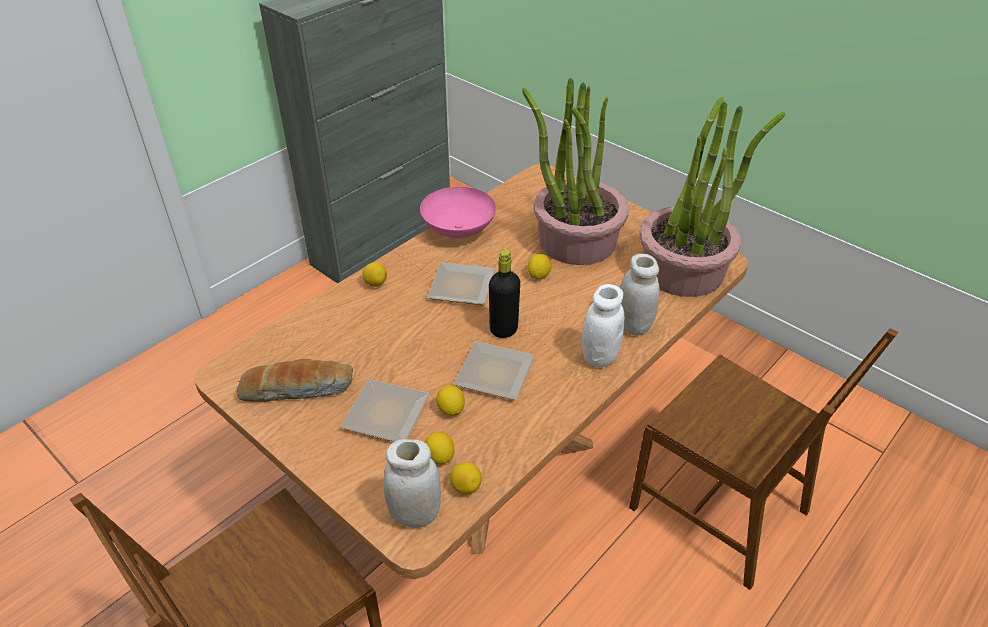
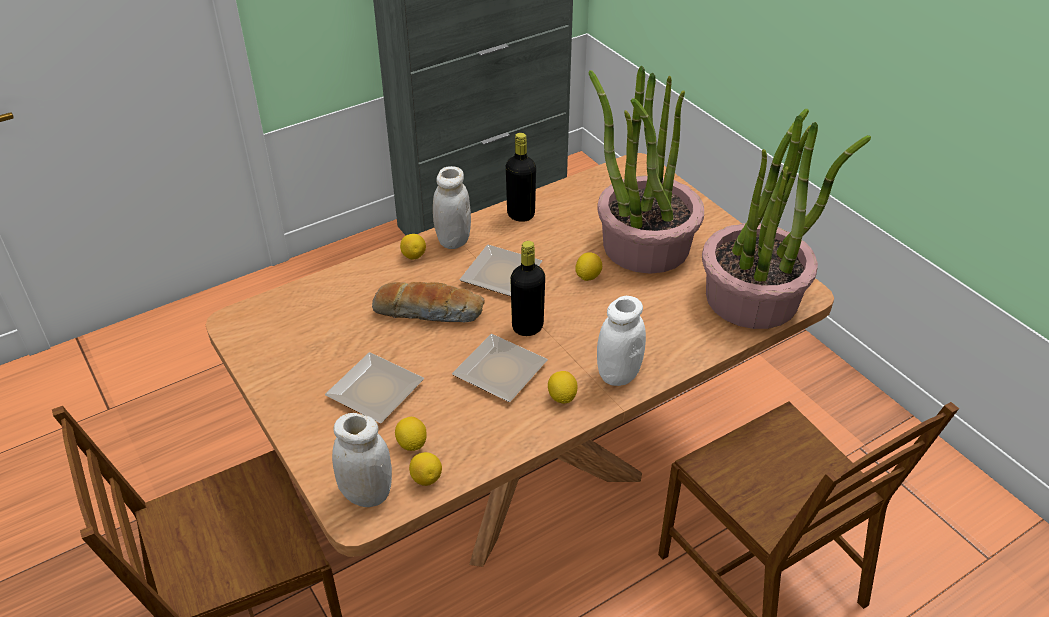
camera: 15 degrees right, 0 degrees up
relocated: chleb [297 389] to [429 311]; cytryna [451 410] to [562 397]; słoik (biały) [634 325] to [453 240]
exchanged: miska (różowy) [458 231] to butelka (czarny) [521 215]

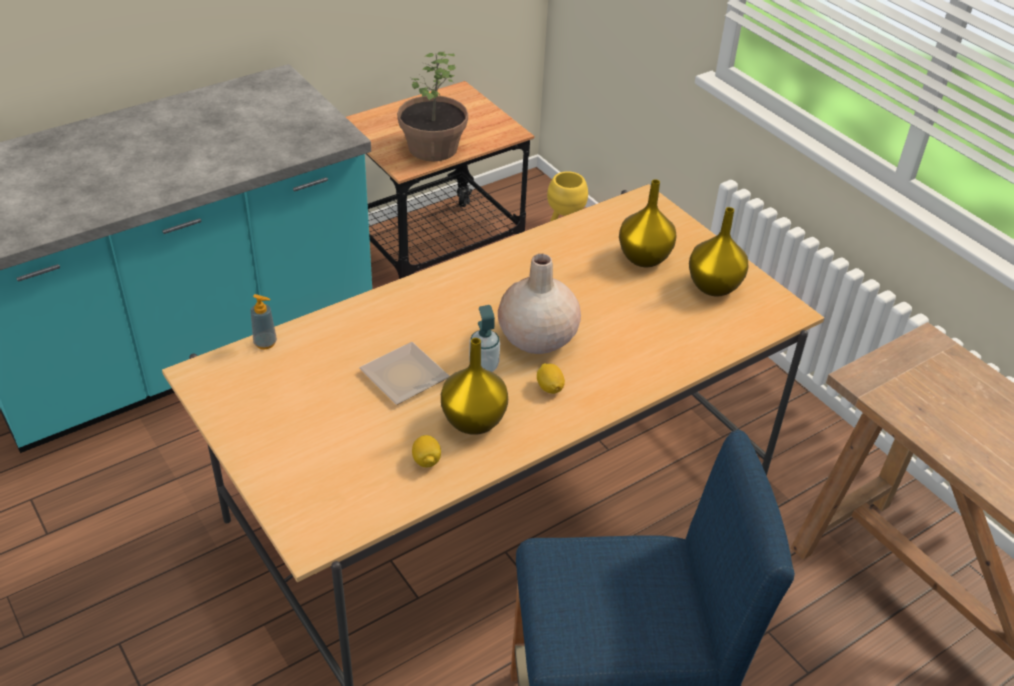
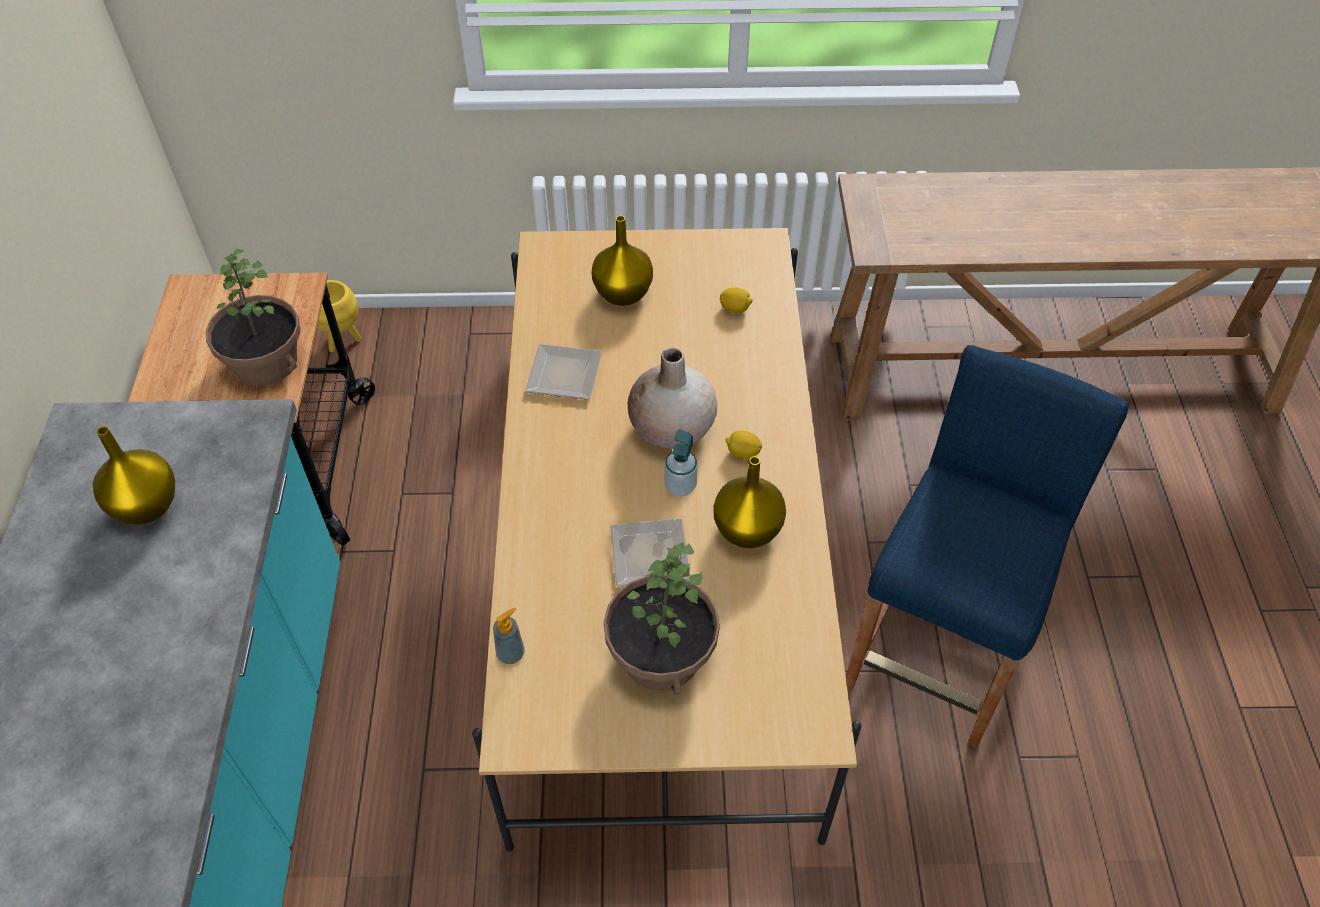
camera: 55 degrees left, 10 degrees up
appeared: talerz [561 376]; roślina doniczkowa [660 655]
relocated: cytryna [426 460] to [735 309]; wazon (żółty) [713 286] to [145 506]

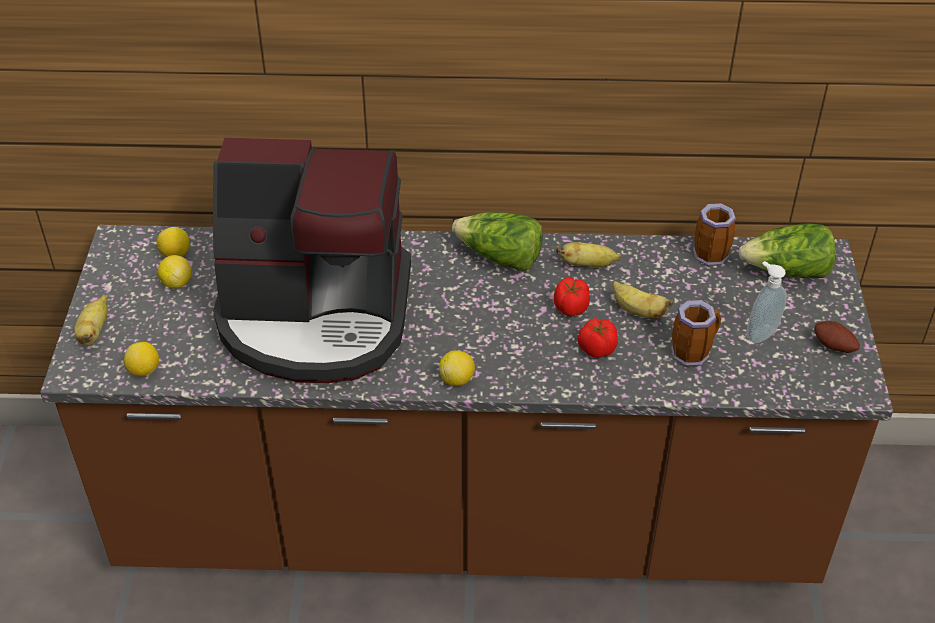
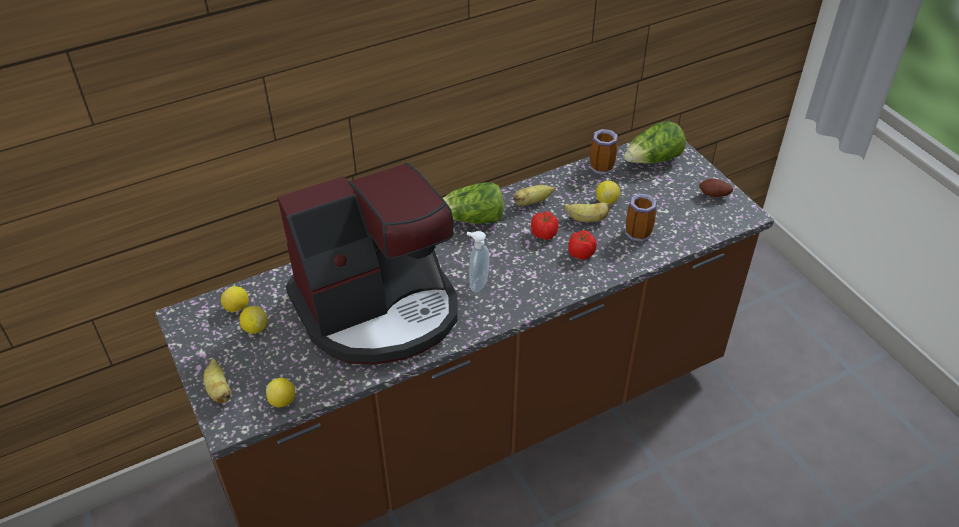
camera: 30 degrees left, 0 degrees up
relocated: cytryna [457 379] to [606 201]; dozownik mydła [760 333] to [477 283]

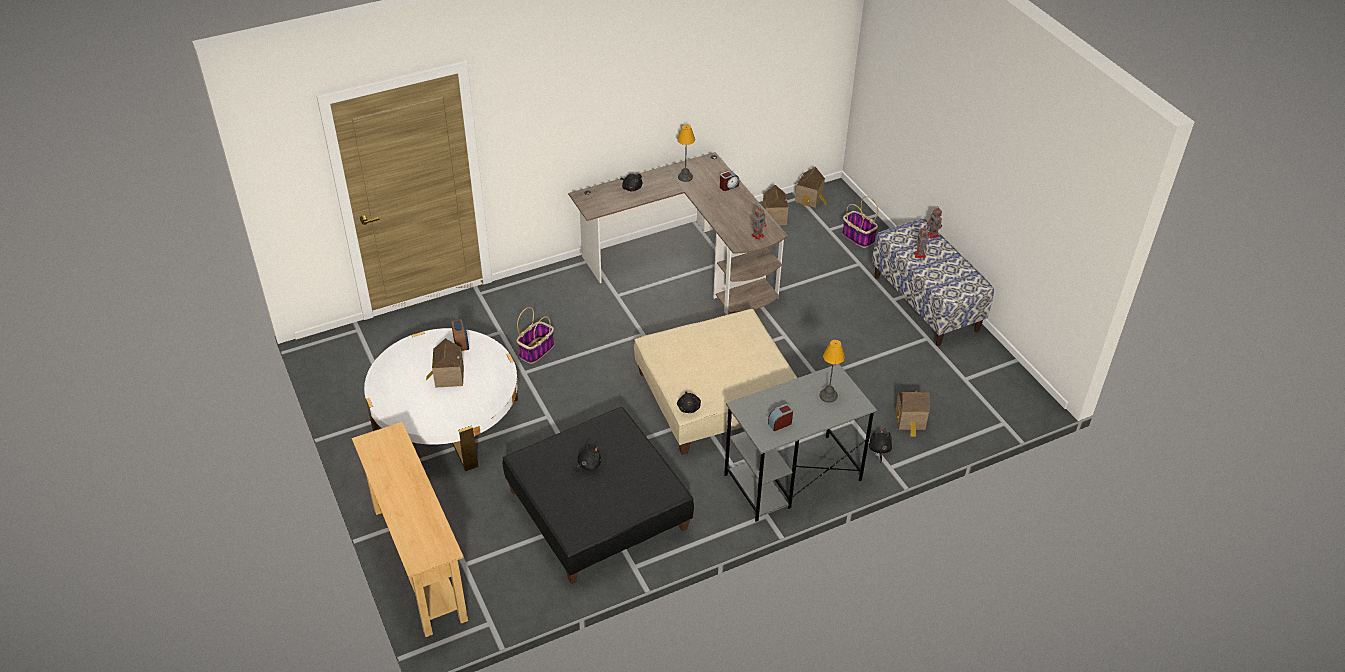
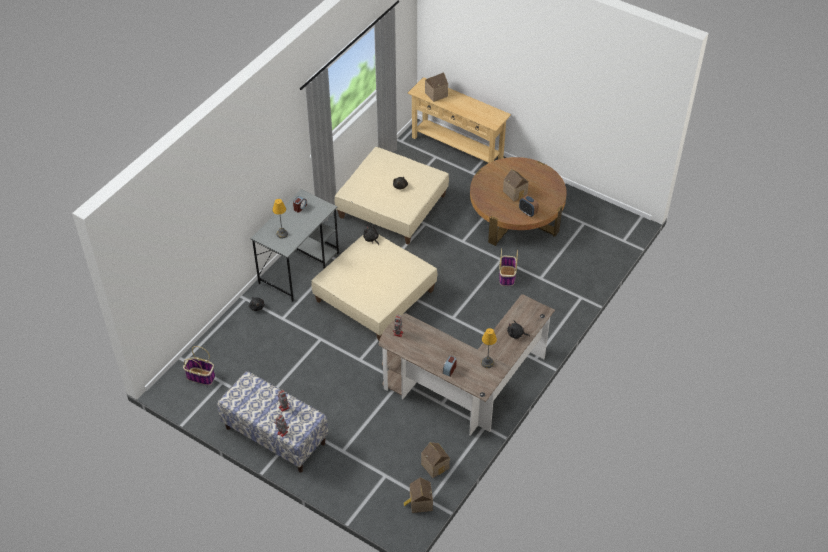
camera: 150 degrees right, 5 degrees up
relocated: koszyk [857 237] to [201 376]; domek [910 421] to [435 94]
colour: ława (biały) [447 418] to ława (brązowy) [516 215]; pufa (czarny) [596 510] to pufa (beżowy) [393 206]

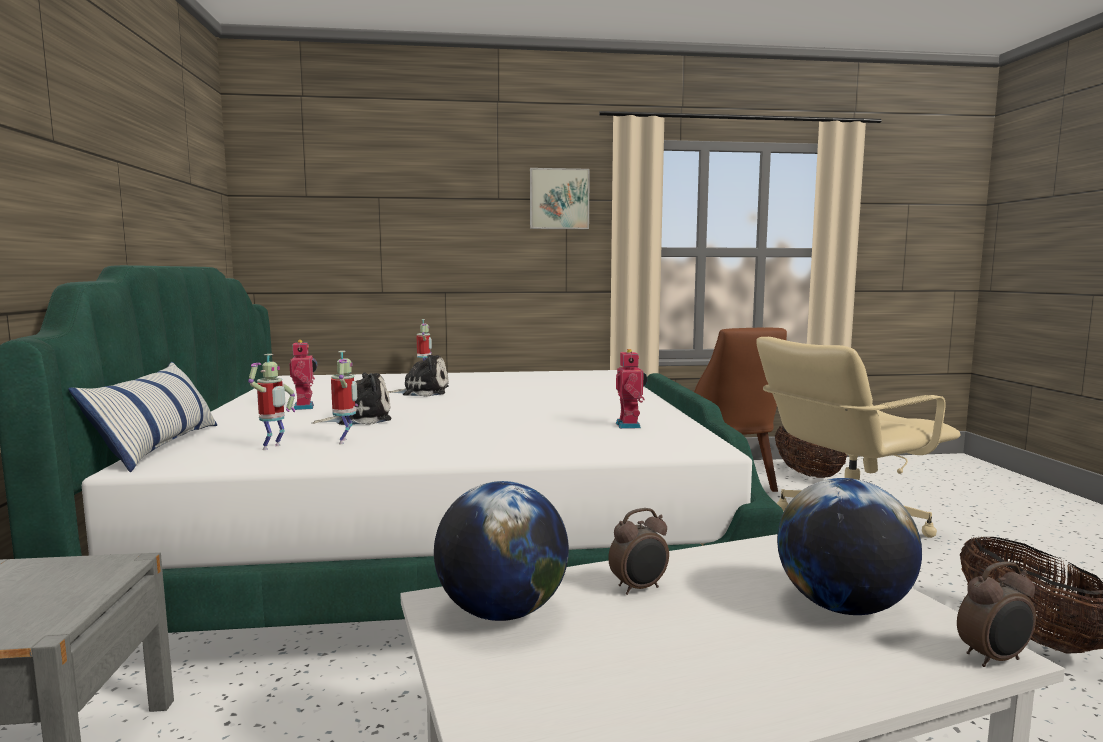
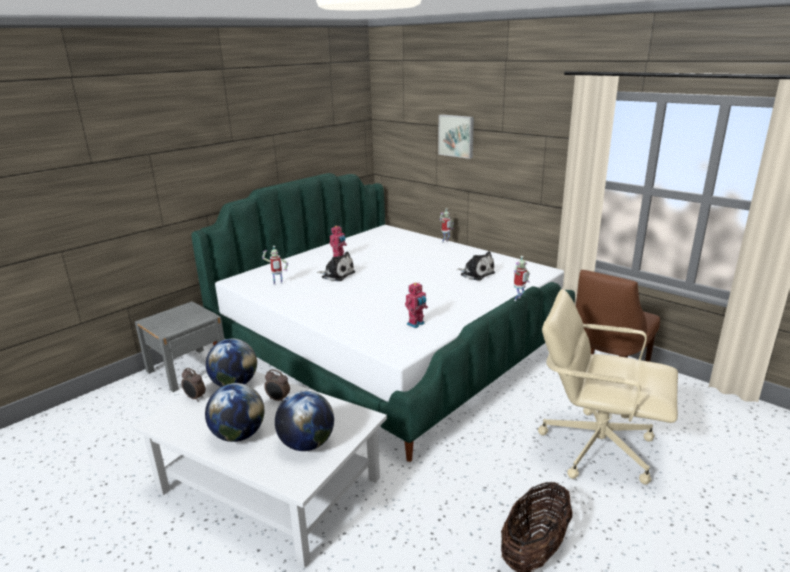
camera: 50 degrees right, 15 degrees up
missing: poduszka [158 446]; koszyk [807 474]
appeared: globus [238 435]
relocated: robot zabawkowy [346 441] to [518 299]; pluszak [422 392] to [476 274]; obraz [559 199] to [457 136]; budzik [994 659] to [195 398]

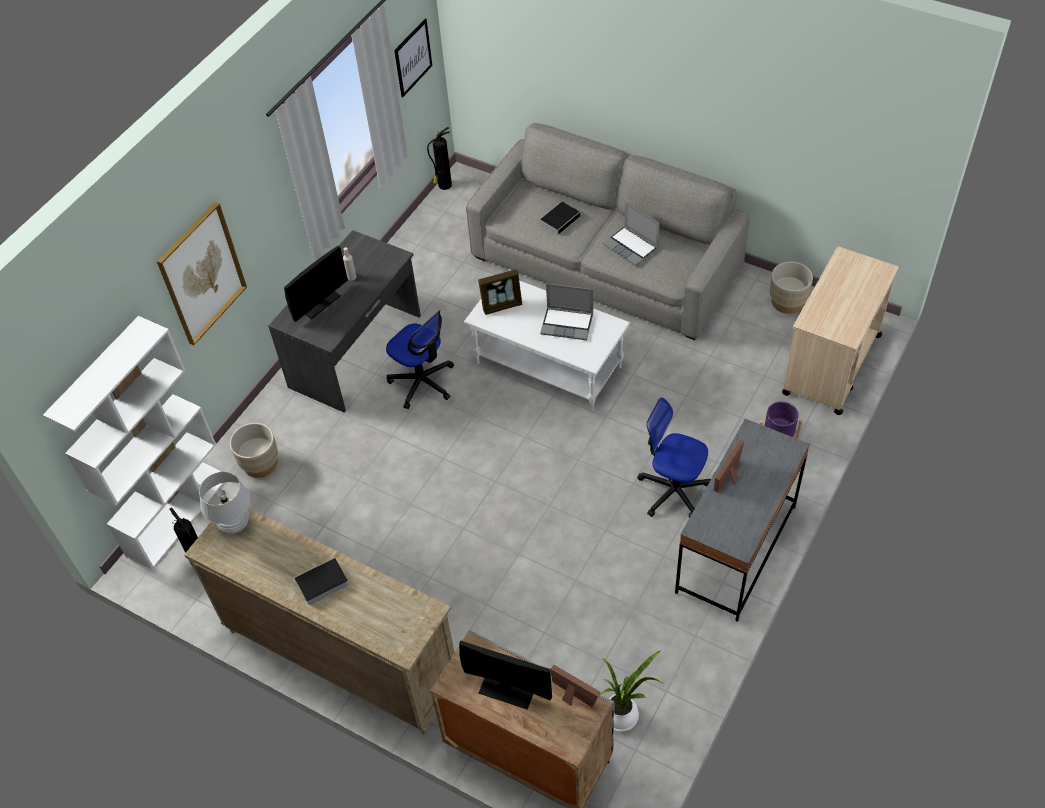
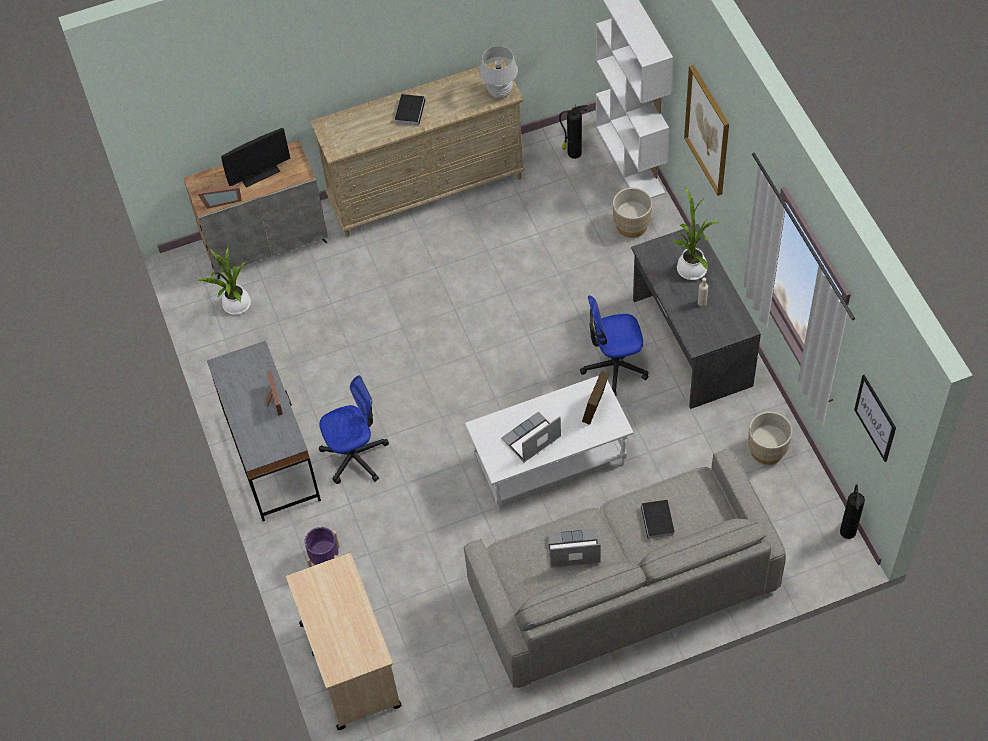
camera: 130 degrees right, 5 degrees up
relocated: donica (beżowy) [787 302] to [767 450]
exchanged: monitor [320 303] to roślina doniczkowa [691 267]

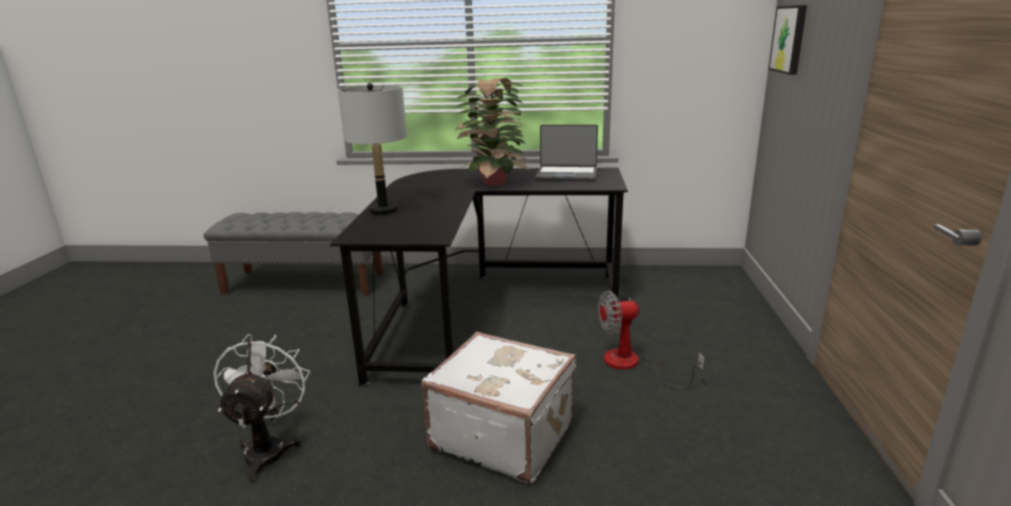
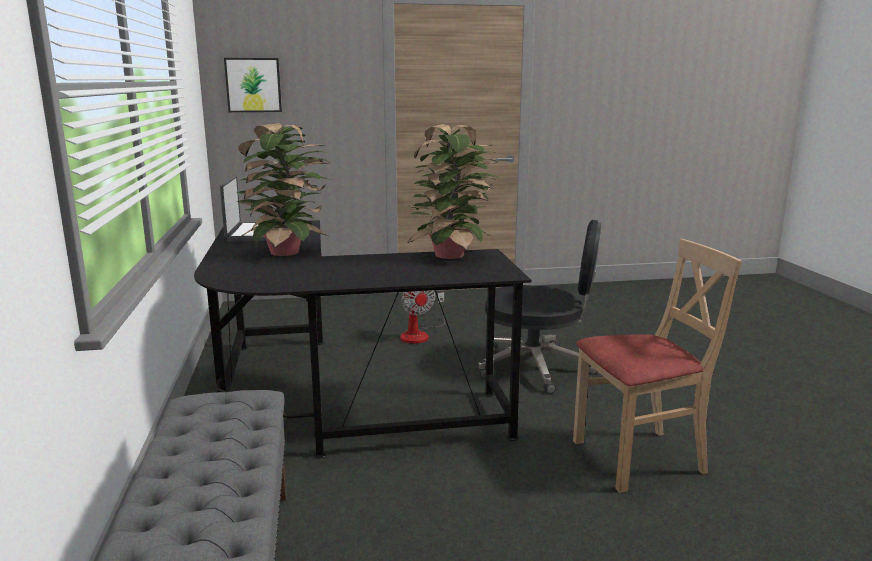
camera: 105 degrees left, 5 degrees down
missing: lampa stołowa (szary) [383 211]
appeared: roślina doniczkowa [452 255]
exchanged: wentylator (biały) [269 448] to krzesło (beżowy) [639 458]; walizka (biały) [503 434] to krzesło biurowe (czarny) [537 367]

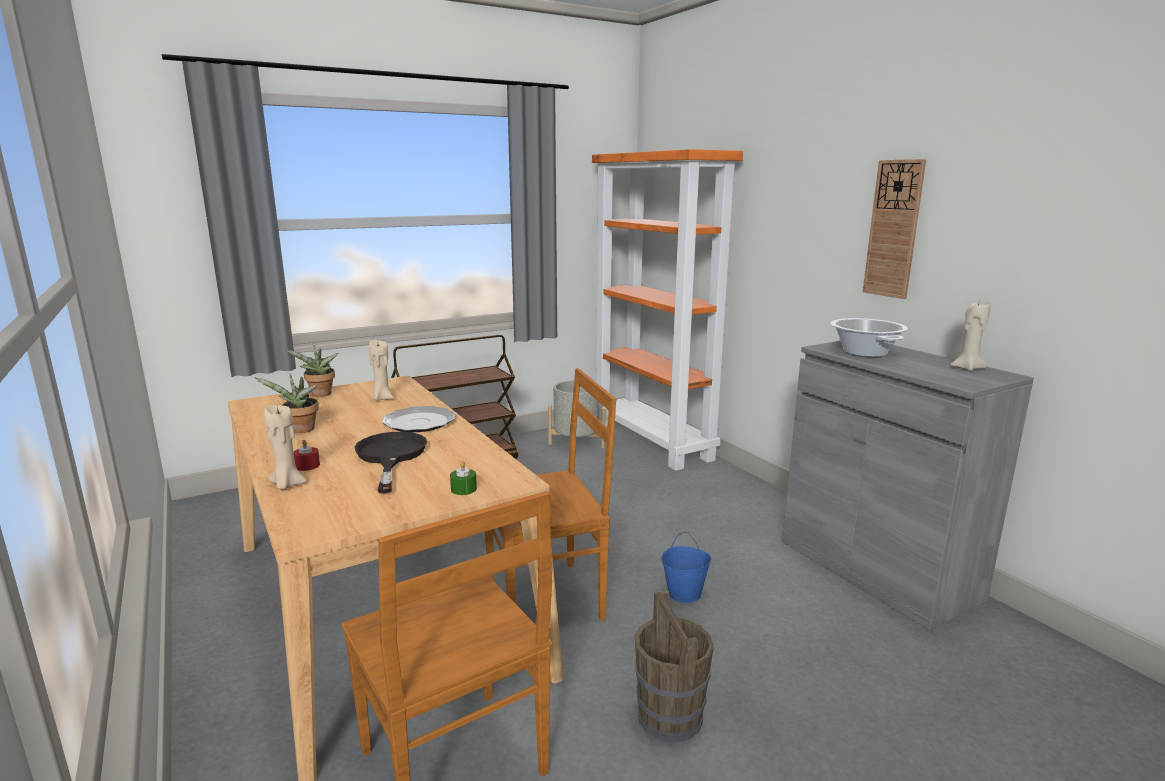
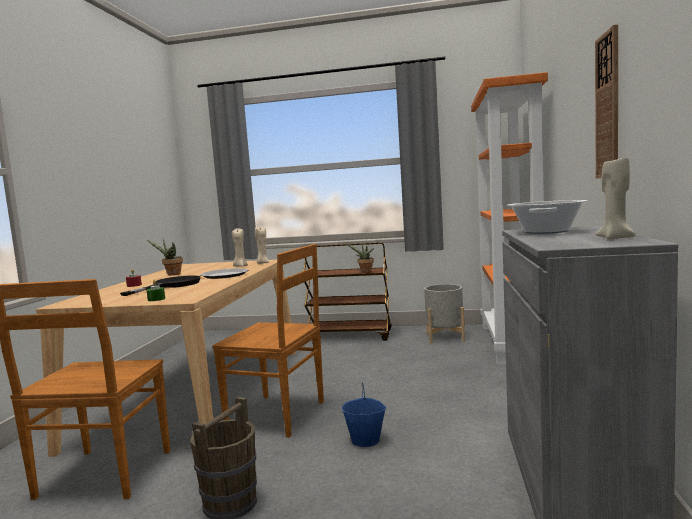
camera: 40 degrees right, 10 degrees down
relocated: świeca (beżowy) [287 485] to [262 263]; roślina doniczkowa [320 395] to [365 272]

